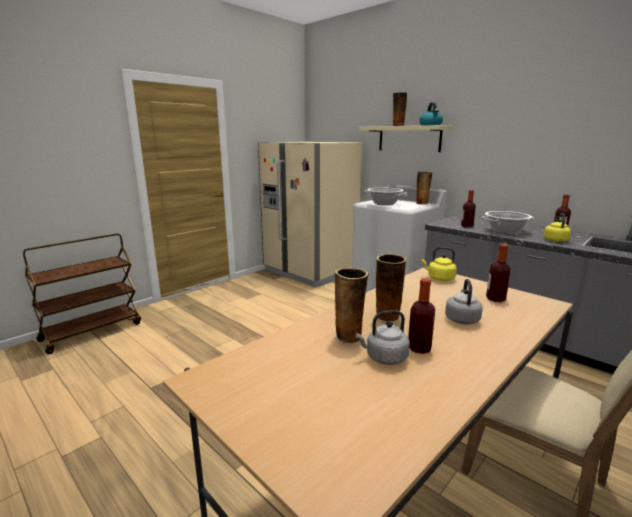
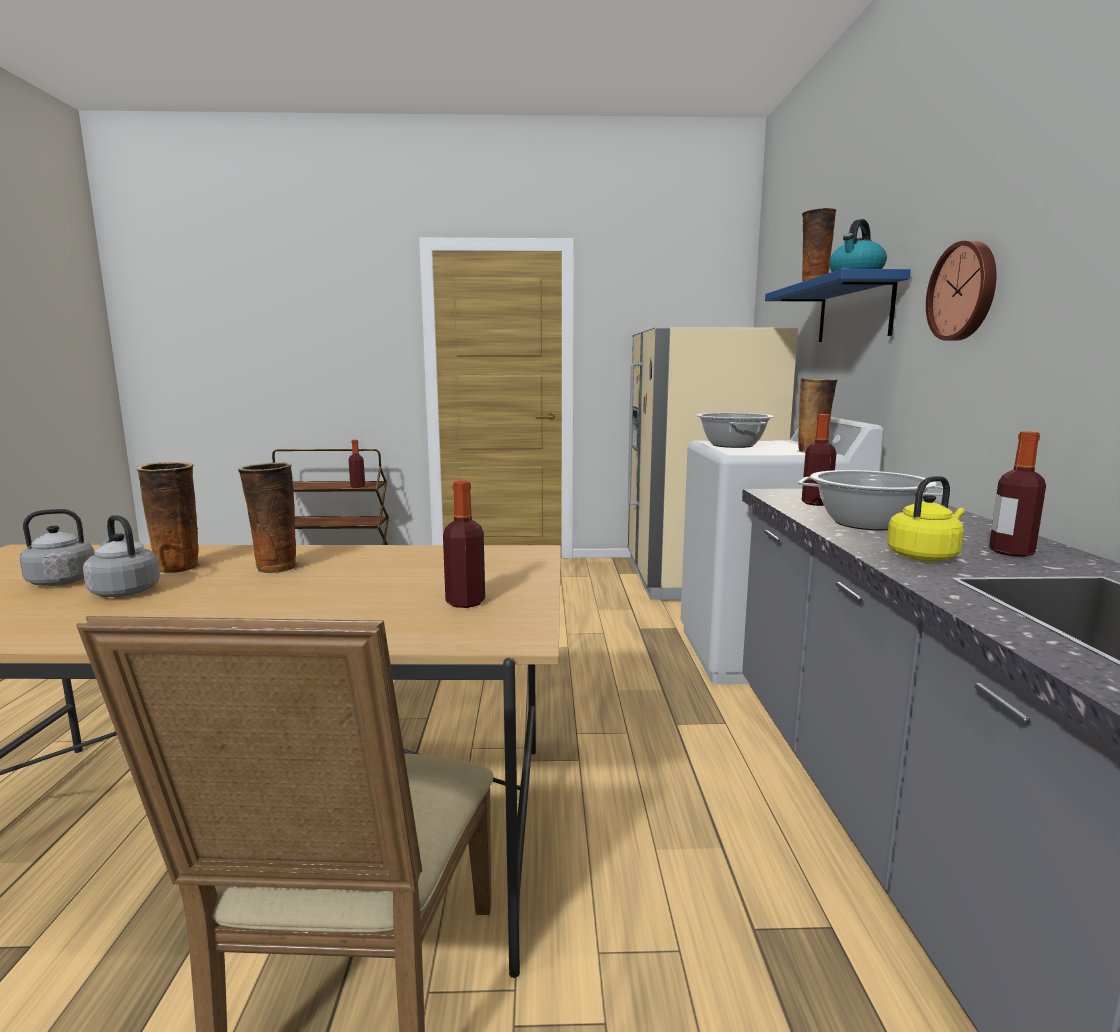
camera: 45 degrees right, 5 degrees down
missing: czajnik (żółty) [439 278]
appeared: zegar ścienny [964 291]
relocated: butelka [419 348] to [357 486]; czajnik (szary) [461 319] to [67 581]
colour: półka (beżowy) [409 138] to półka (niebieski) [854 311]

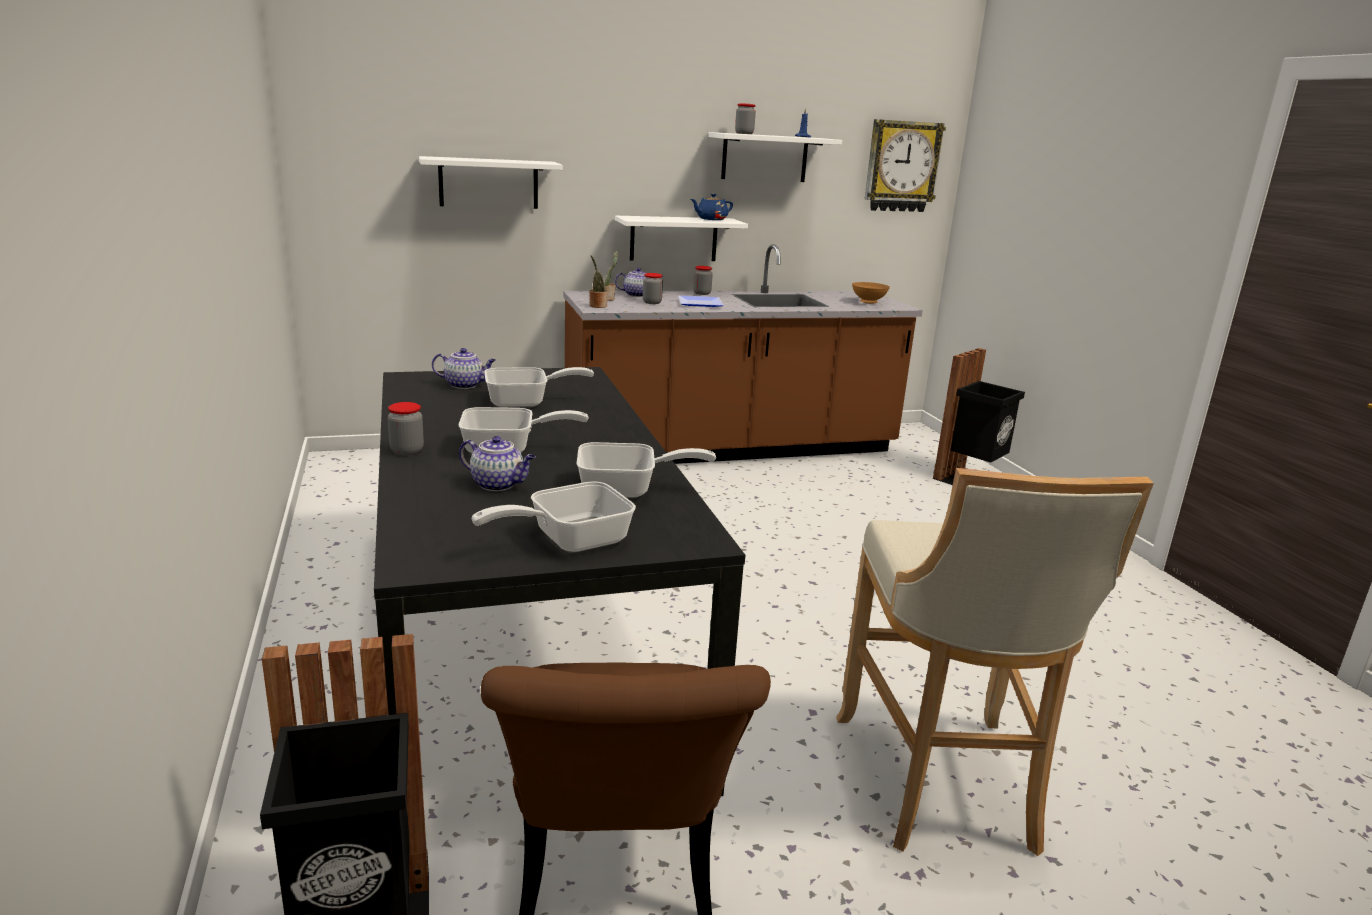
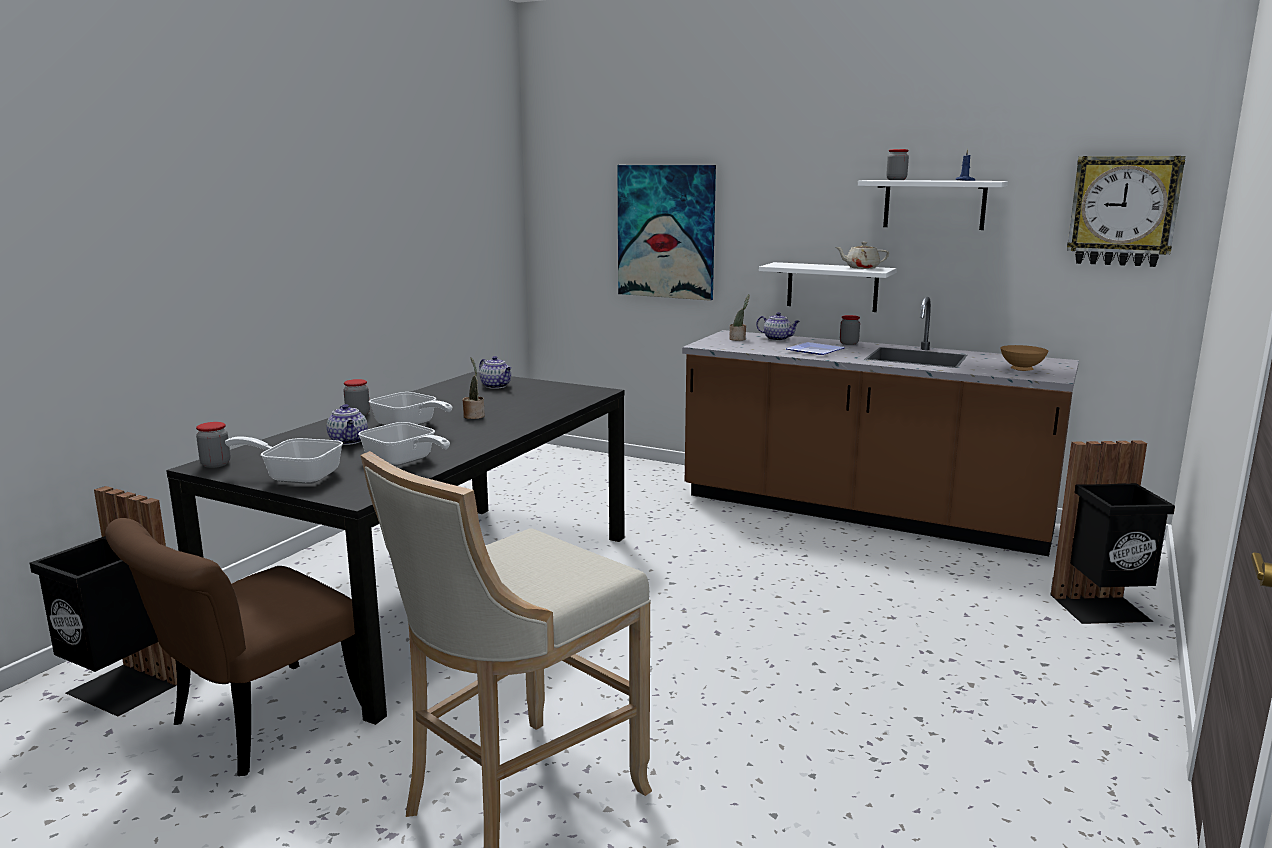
camera: 45 degrees right, 5 degrees down
missing: patelnia [525 402]
relocated: roślina doniczkowa [597 306] to [474 416]; słoik [652 302] to [215 464]
exchanged: półka (biały) [488 183] to obraz [666 231]
colour: imbryk (niebieski) [711 219] to imbryk (beżowy) [861 268]

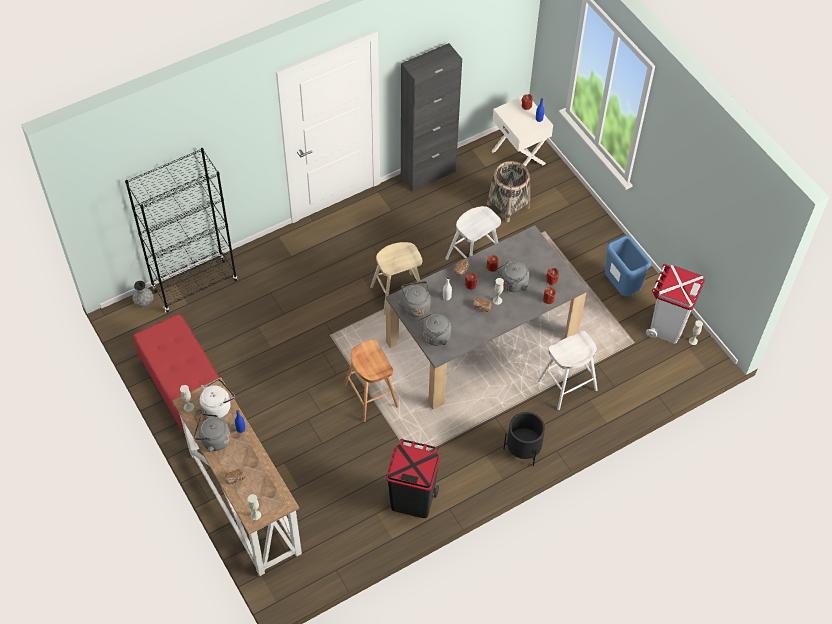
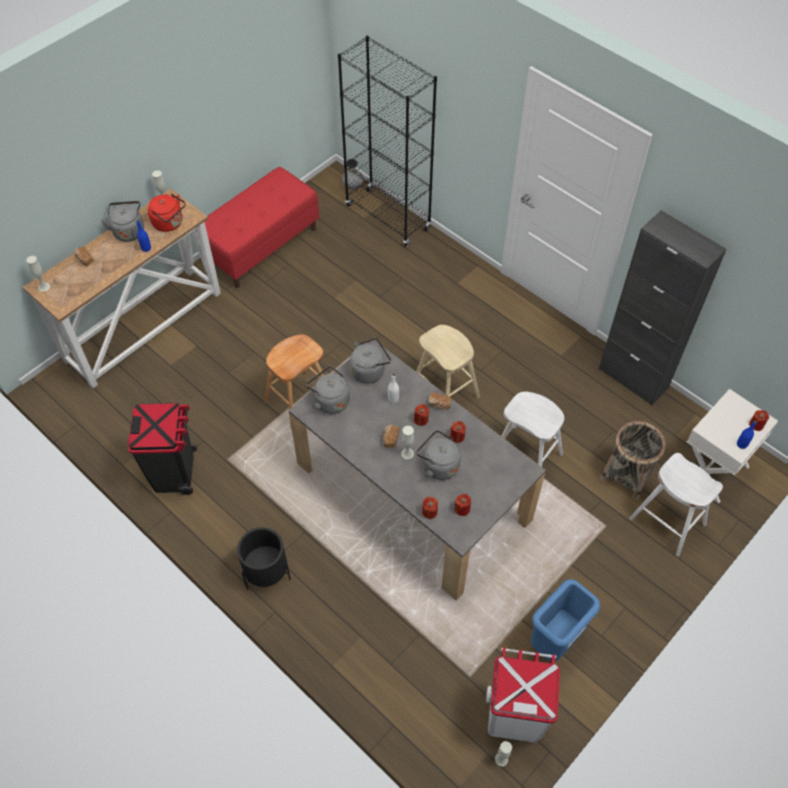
camera: 75 degrees right, 0 degrees up
relocated: stołek (biały) [567 385] to [667 522]
colour: czajnik (biały) [218 406] to czajnik (czerwony) [170 223]

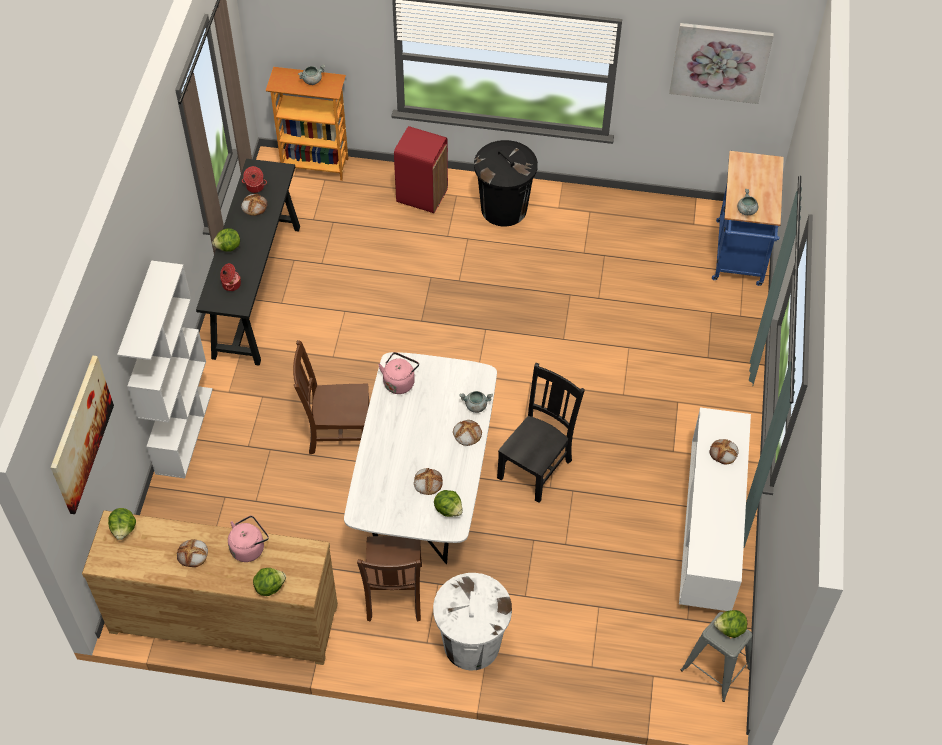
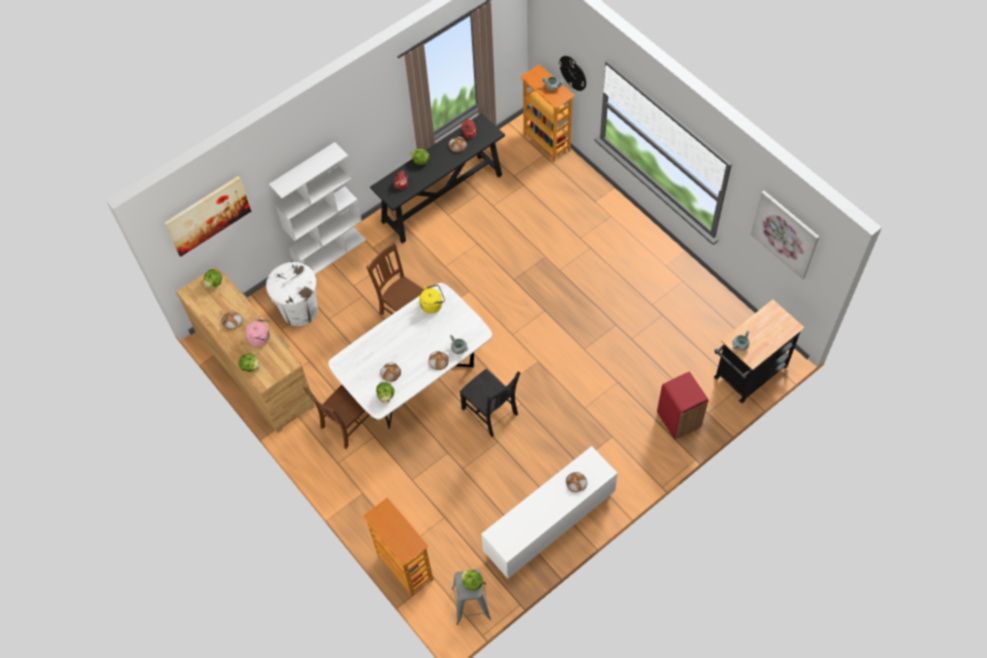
camera: 45 degrees right, 5 degrees up
missing: kosz na śmieci (czarny) [504 208]
appeared: regał [404 568]; zegar ścienny [573 72]
relocated: kosz na śmieci (czerwony) [422 195] to [679 419]; kosz na śmieci (biały) [471 644] to [299 310]
colour: czajnik (różowy) [399 382] to czajnik (żółty) [433 304]; wózek (niebieski) [739 258] to wózek (czarny) [747 376]
spun: krzesło (czarny) [536 467] = [491 413] 60 degrees clockwise

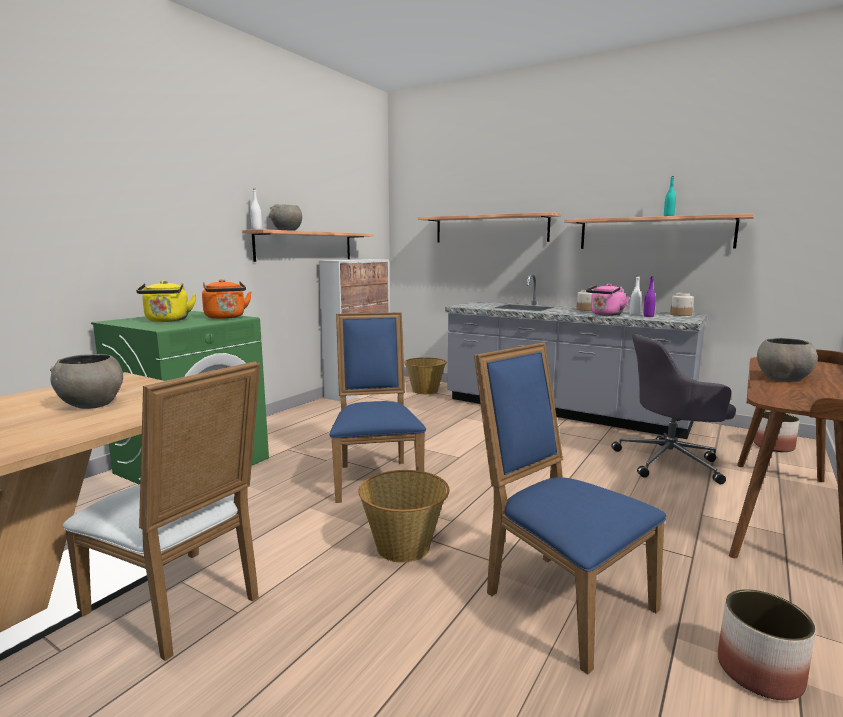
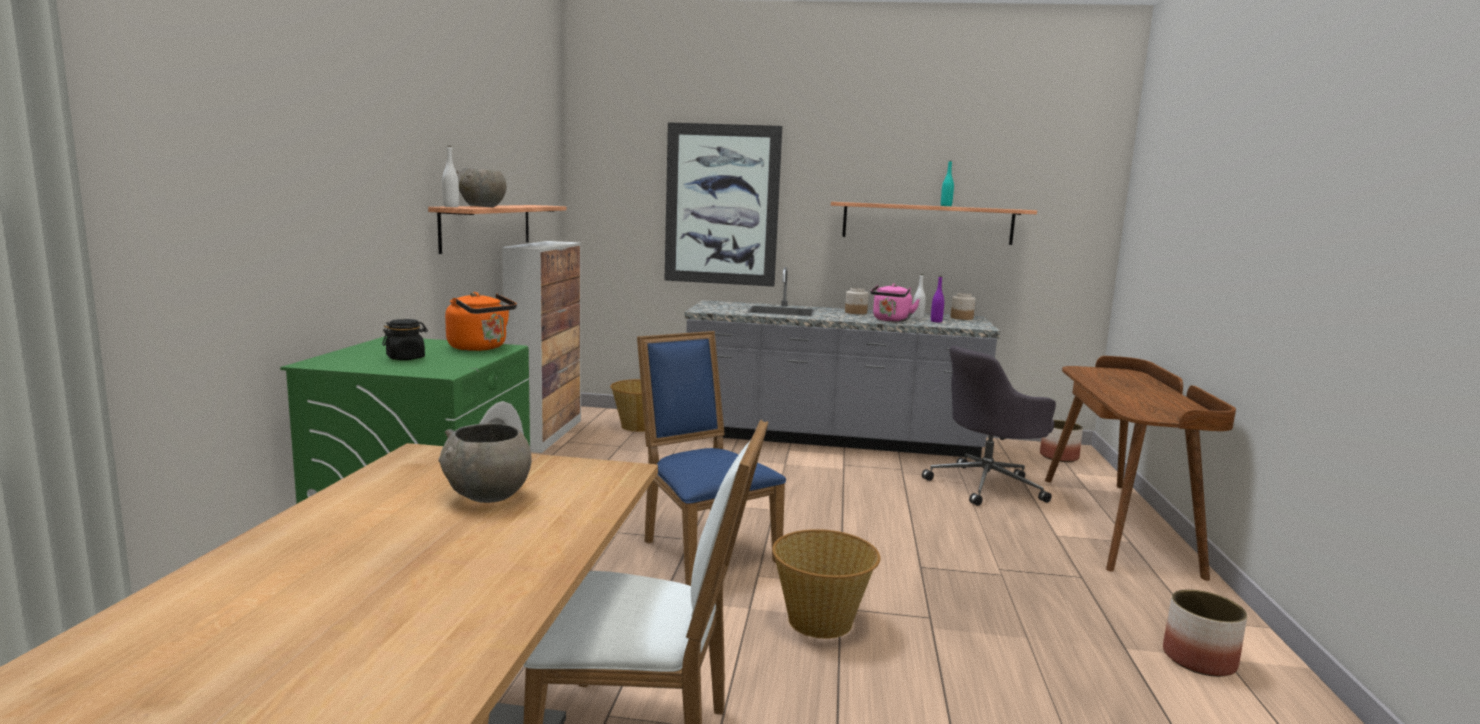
camera: 25 degrees left, 0 degrees up
missing: krzesło (niebieski) [559 598]; miska (szary) [782 379]
exchanged: czajnik (żółty) [167 320] to słoik (czarny) [406 358]; półka [490 229] to obraz [722 205]

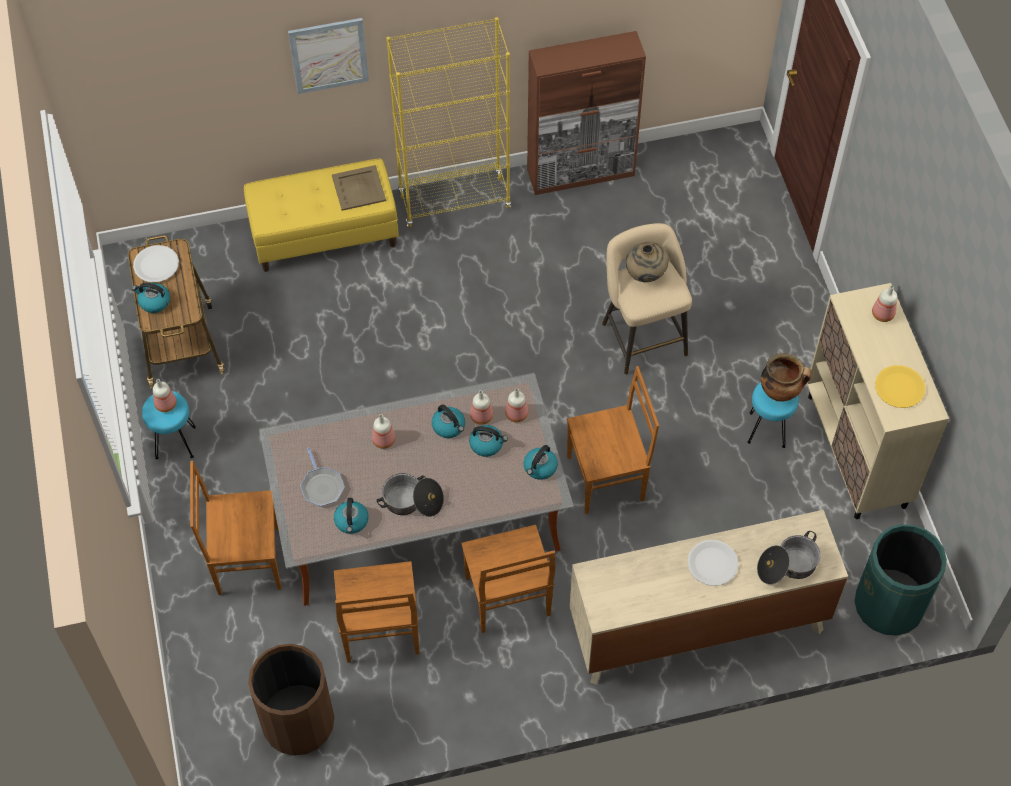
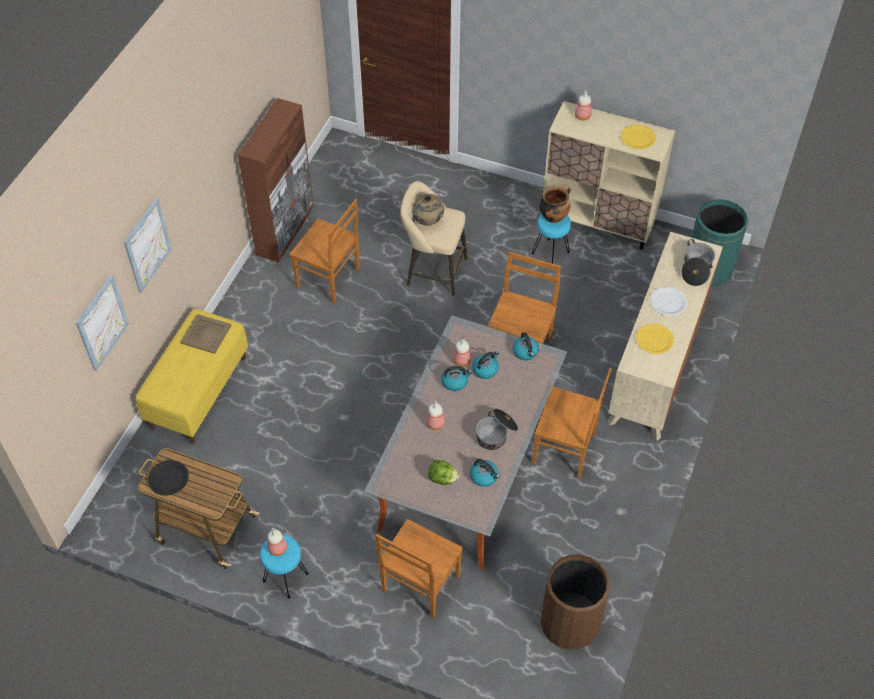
camera: 55 degrees left, 5 degrees down
missing: czajnik [154 302]; regał (żółty) [454 201]; butelka [516 413]
appeared: obraz [102 322]; talerz (żółty) [654 339]
relocated: krzesło (brązowy) [380 632] to [329 279]
exchanged: patelnia [322 486] to sałata [442 479]
colour: talerz (biały) [156 265] to talerz (czarny) [168 478]

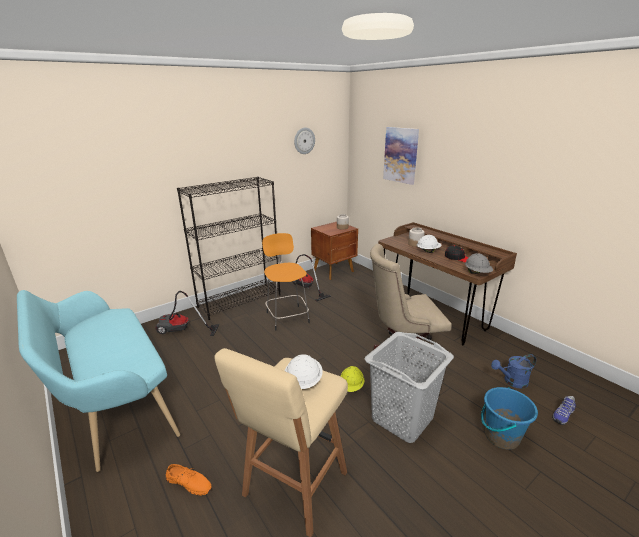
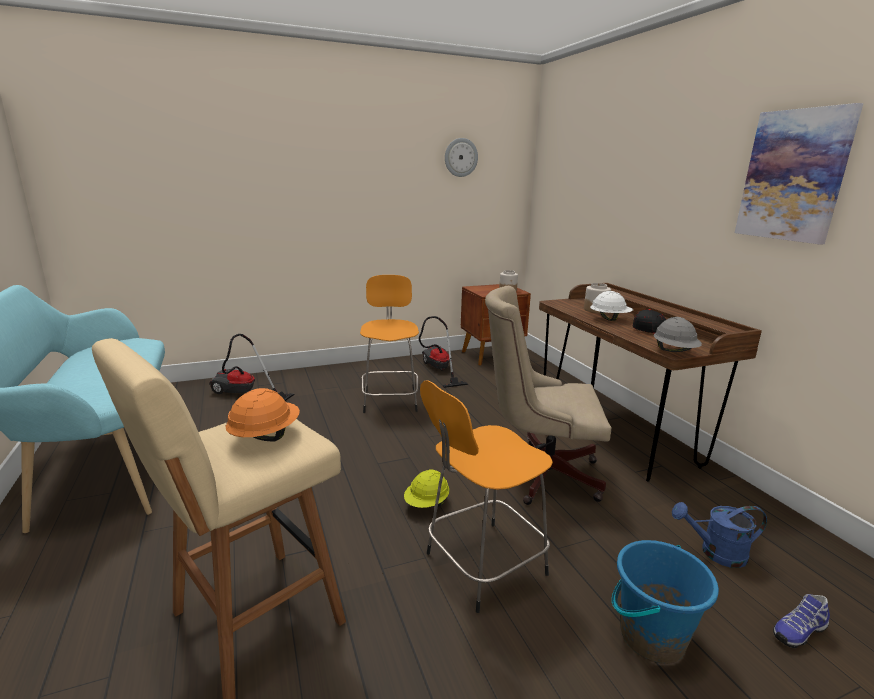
camera: 15 degrees right, 5 degrees down
missing: but (pomarańczowy) [189 482]; regał (czarny) [240 300]
relocated: obraz [401 155] to [793 176]
exchanged: kosz na pranie (szary) [401 418] to stołek (pomarańczowy) [482 565]
colour: kask (biały) [303 382] to kask (pomarańczowy) [265 436]

